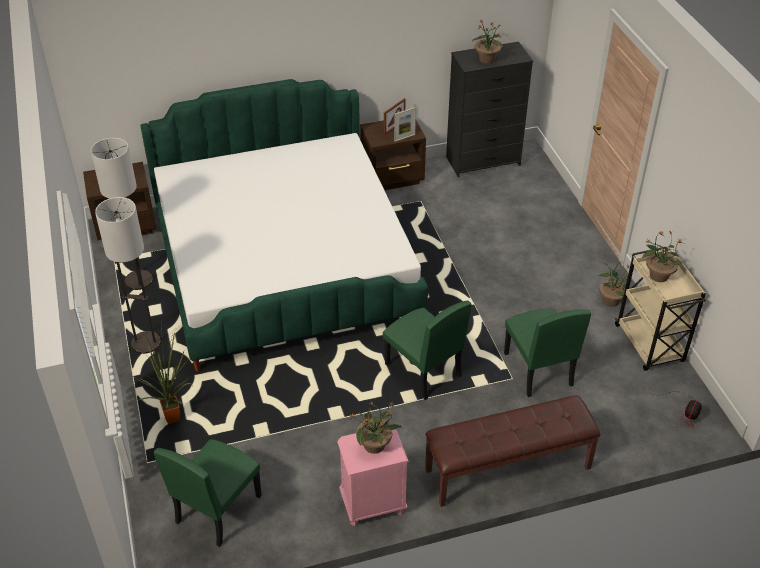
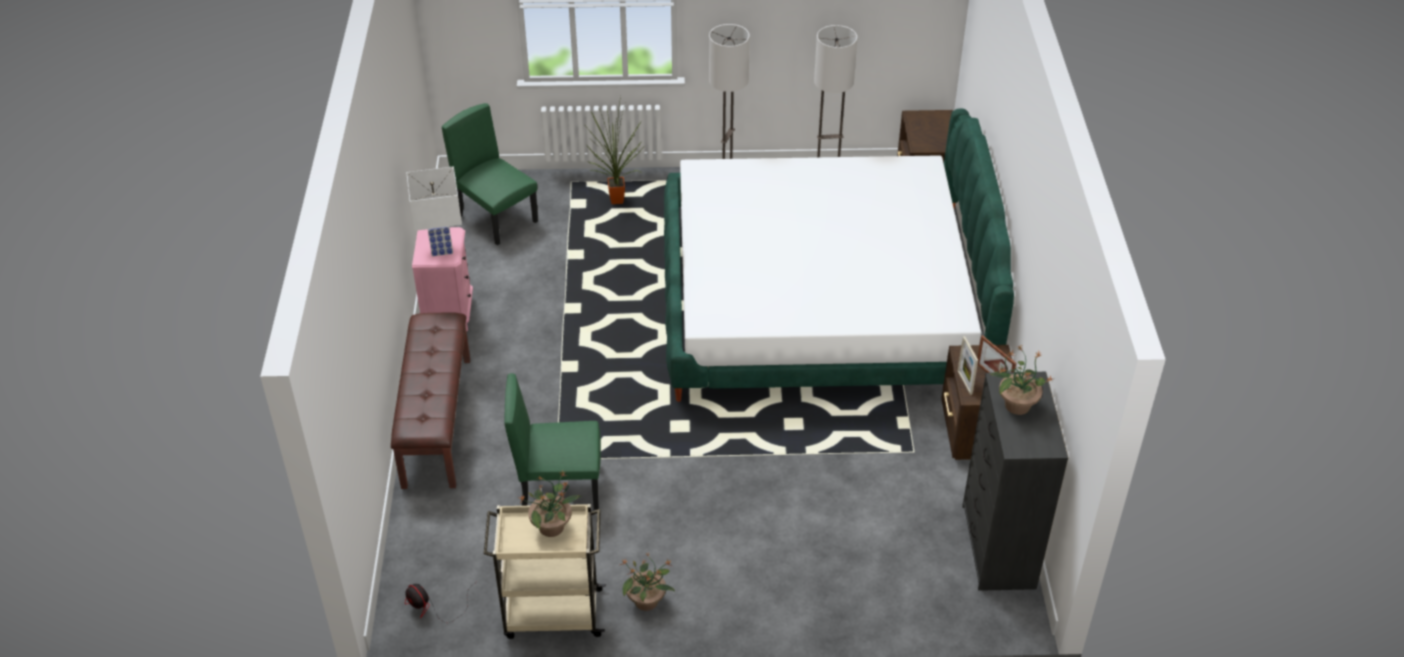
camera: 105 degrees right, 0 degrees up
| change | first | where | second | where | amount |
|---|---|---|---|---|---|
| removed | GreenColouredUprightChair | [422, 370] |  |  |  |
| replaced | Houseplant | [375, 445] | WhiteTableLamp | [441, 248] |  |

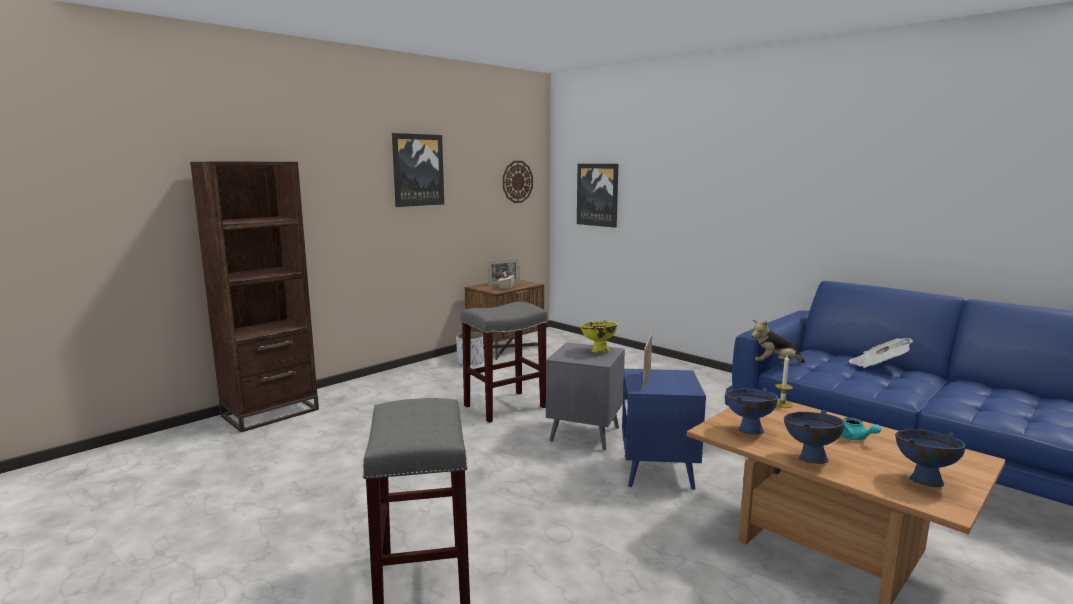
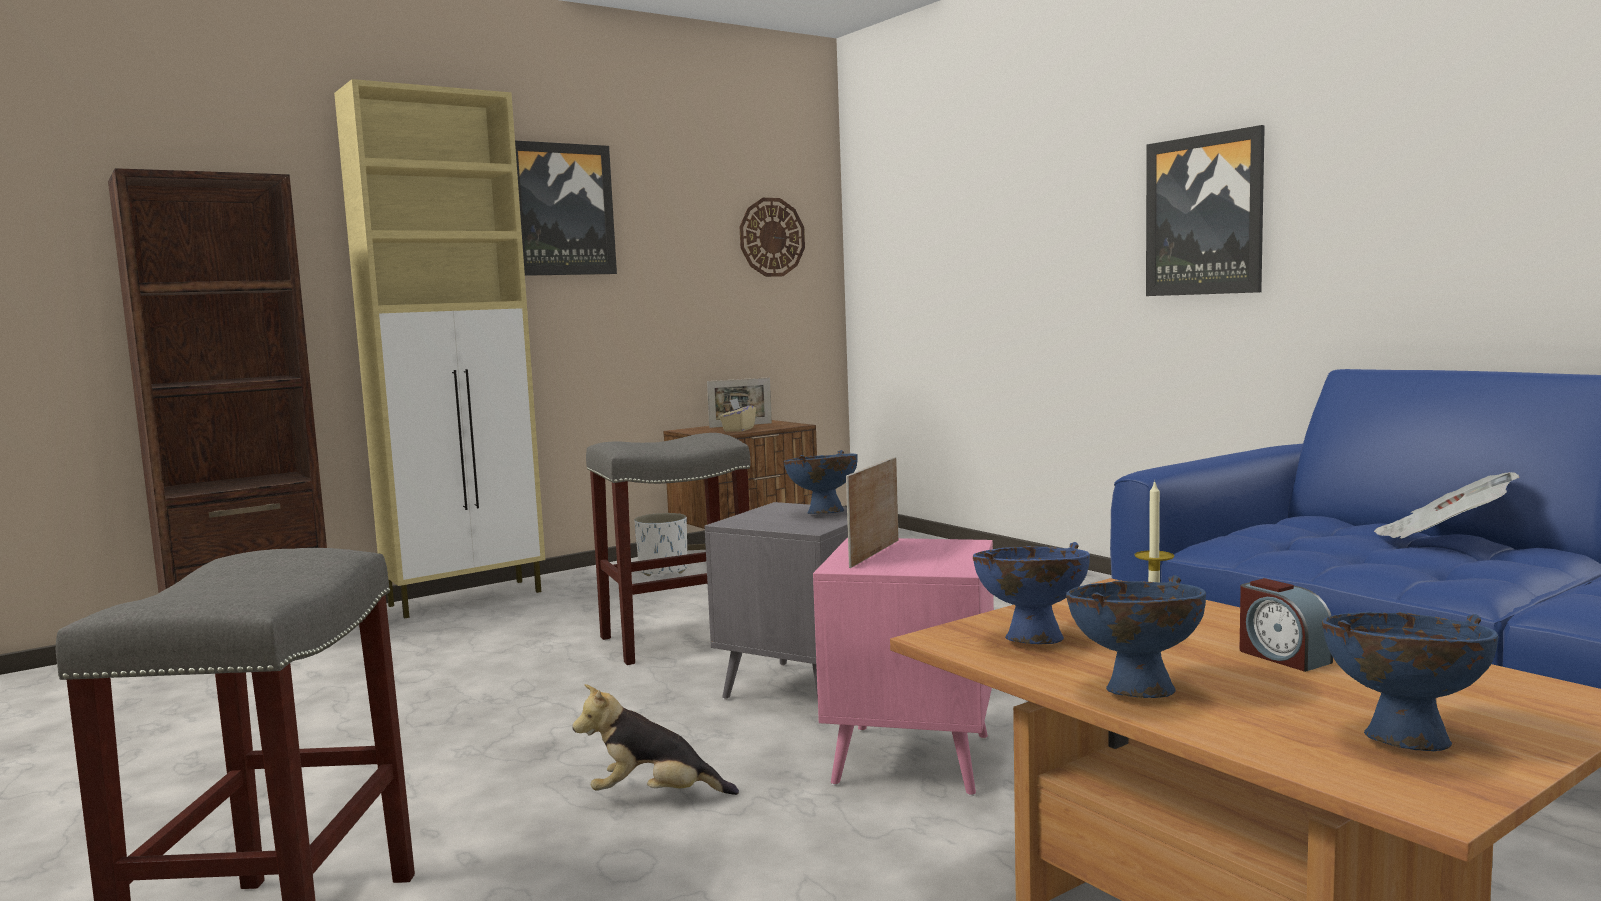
camera: 10 degrees right, 5 degrees down
| change | first | where | second | where | amount |
|---|---|---|---|---|---|
| added |  |  | BeigeCupboard | [468, 598] |  |
| moved | WallArt | [597, 195] |  | [1204, 215] |  |
| moved | SoftToy | [774, 364] |  | [654, 797] |  |
| replaced | BlueGreenPotForTea | [855, 438] | BedsideClock | [1282, 656] |  |
| recoloured | YellowColouredBowl | [598, 351] | BlueBowl | [822, 514] |  |
| recoloured | BlueAccentTable | [658, 472] | PinkAccentTable | [912, 760] |  |

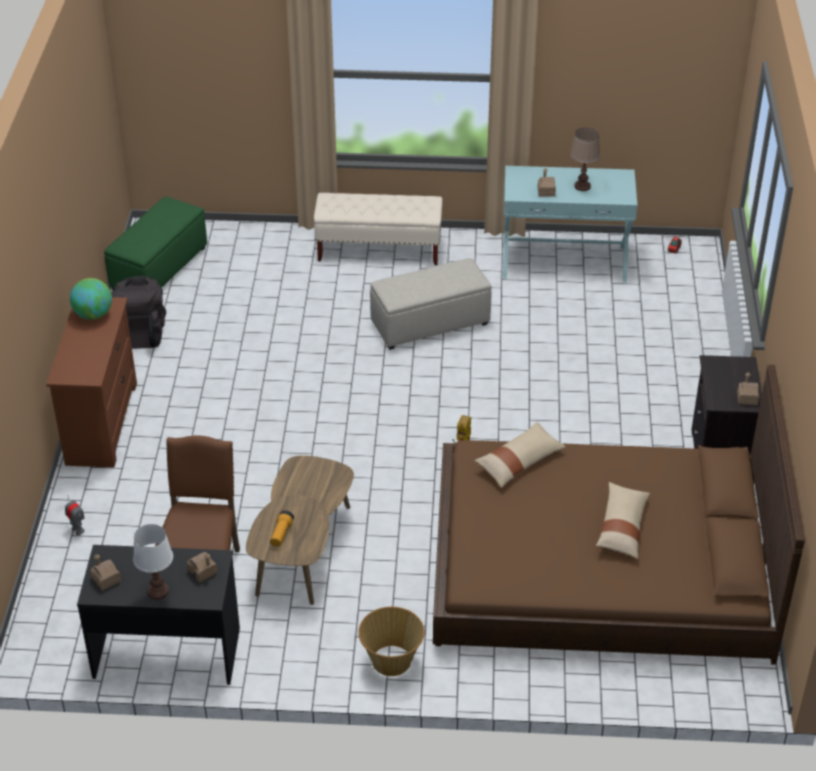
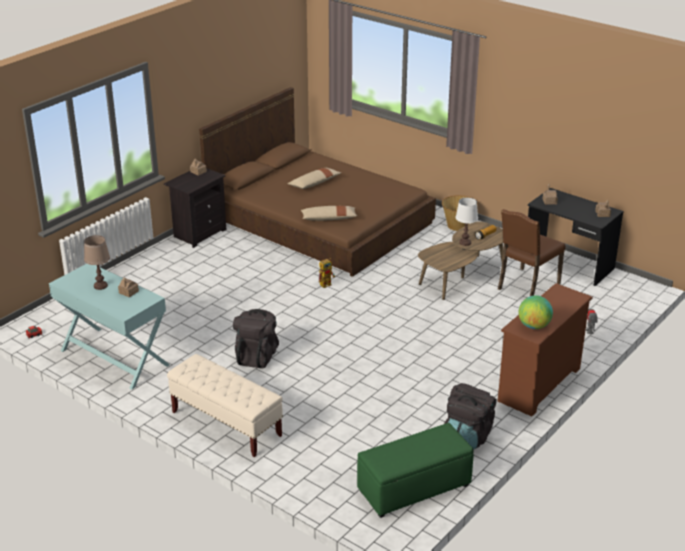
camera: 145 degrees left, 10 degrees down
| change | first | where | second | where | amount |
|---|---|---|---|---|---|
| moved | WhiteTableLamp | [157, 591] |  | [465, 242] |  |
| replaced | BeigePouffe | [431, 323] | BlackBackpack | [257, 356] |  |

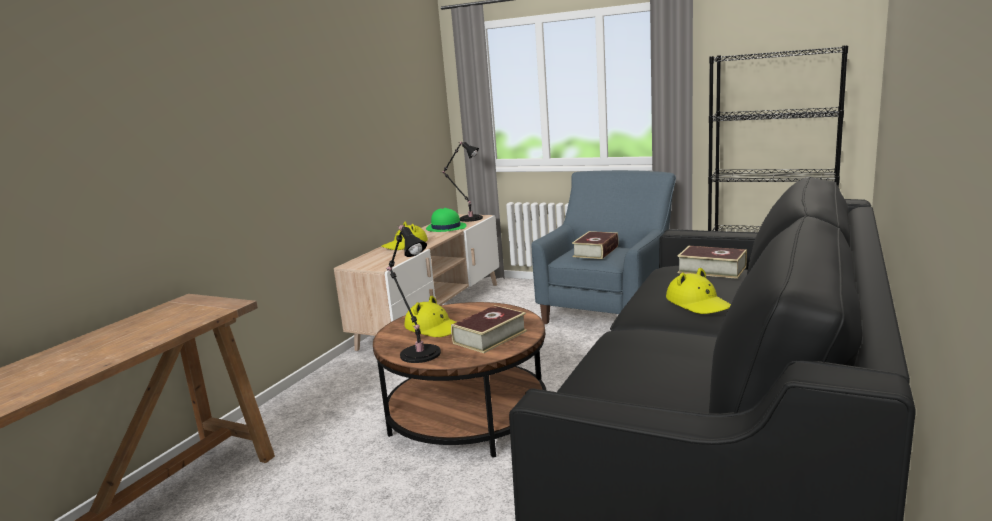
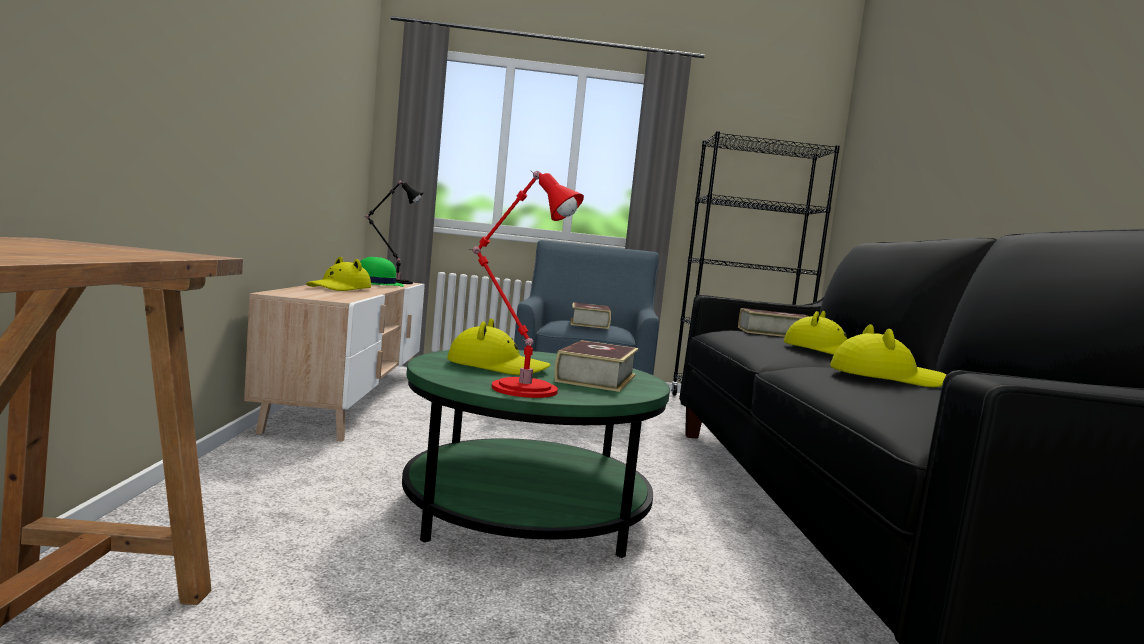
camera: 30 degrees left, 10 degrees down
| change | first | where | second | where | amount |
|---|---|---|---|---|---|
| added |  |  | YellowColouredHat | [886, 378] |  |
| recoloured | BrownLowTable | [467, 416] | GreenColouredLowTable | [526, 508] |  |
| recoloured | BlackTableLamp | [418, 353] | RedColouredTableLamp | [519, 388] |  |

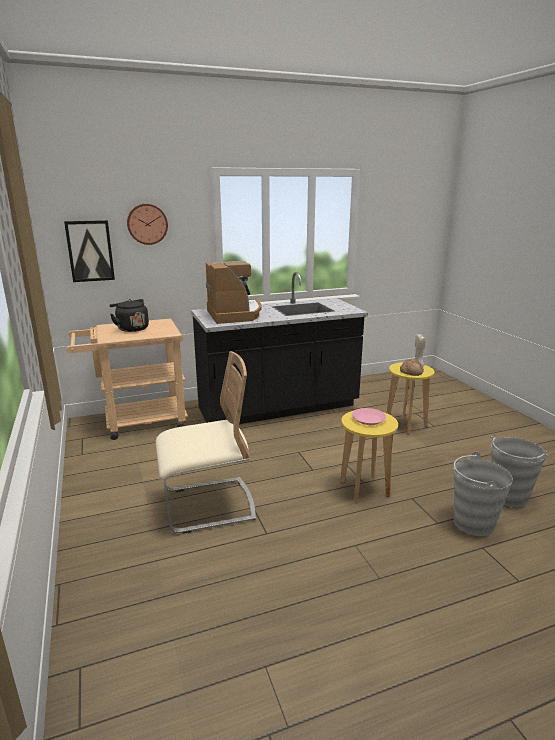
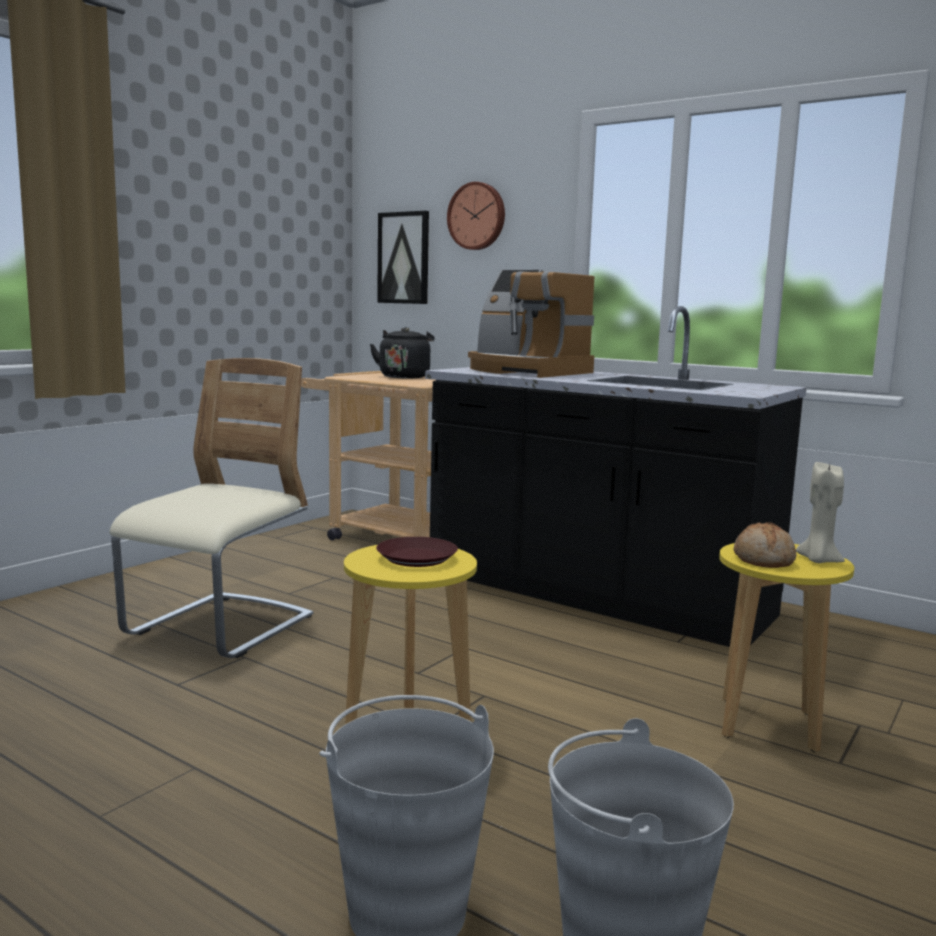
camera: 55 degrees right, 10 degrees down
| change | first | where | second | where | amount |
|---|---|---|---|---|---|
| recoloured | PinkPlate | [368, 419] | BrownPlate | [417, 558] |  |
| turned | BeigeUprightChair | [208, 505] |  | [220, 628] | 105 degrees counterclockwise |
| turned | CoffeeBrewer | [235, 314] |  | [526, 371] | 90 degrees clockwise |

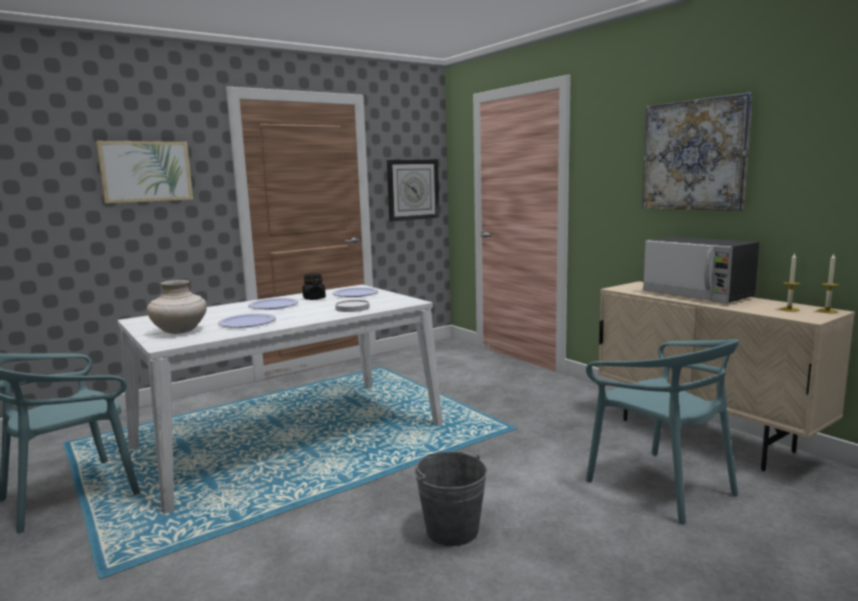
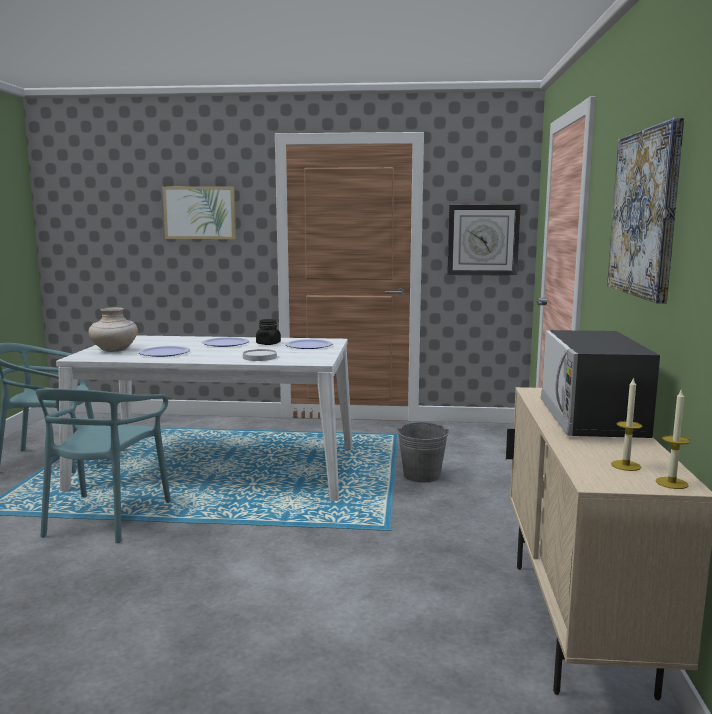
camera: 40 degrees right, 0 degrees up
| change | first | where | second | where | amount |
|---|---|---|---|---|---|
| moved | GreyWaterBucket | [452, 530] |  | [421, 475] |  |
| moved | BlueGreenUprightChair | [660, 485] |  | [105, 517] |  |

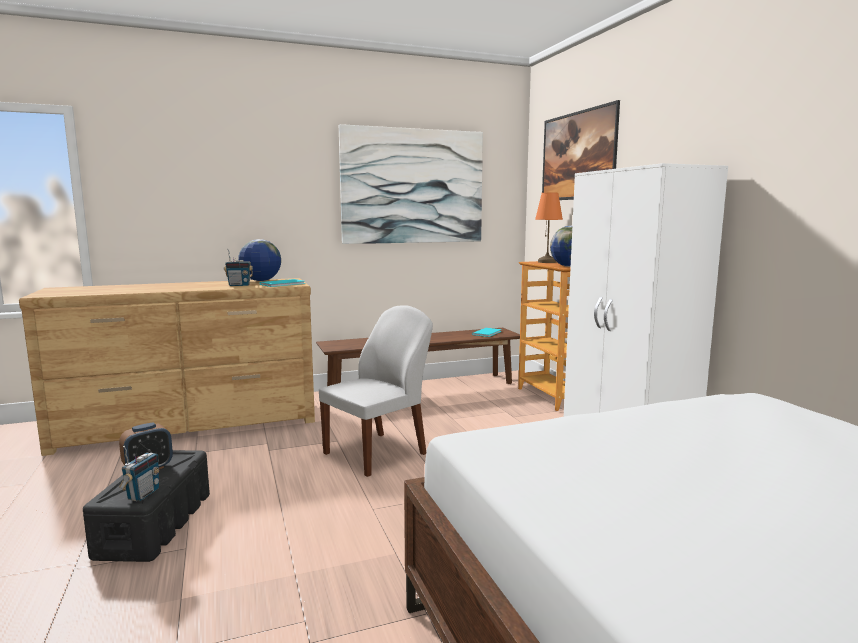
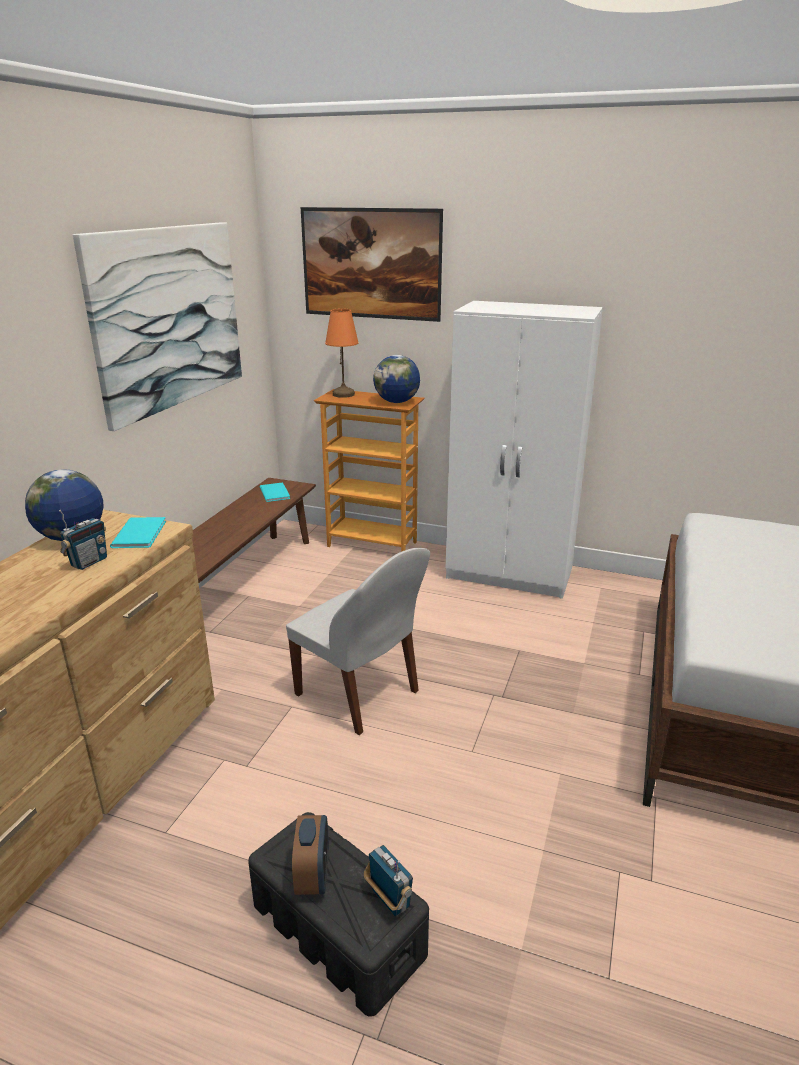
camera: 50 degrees left, 15 degrees up
| change | first | where | second | where | amount |
|---|---|---|---|---|---|
| turned | WhiteUprightChair | [377, 453] |  | [359, 695] | 135 degrees clockwise |

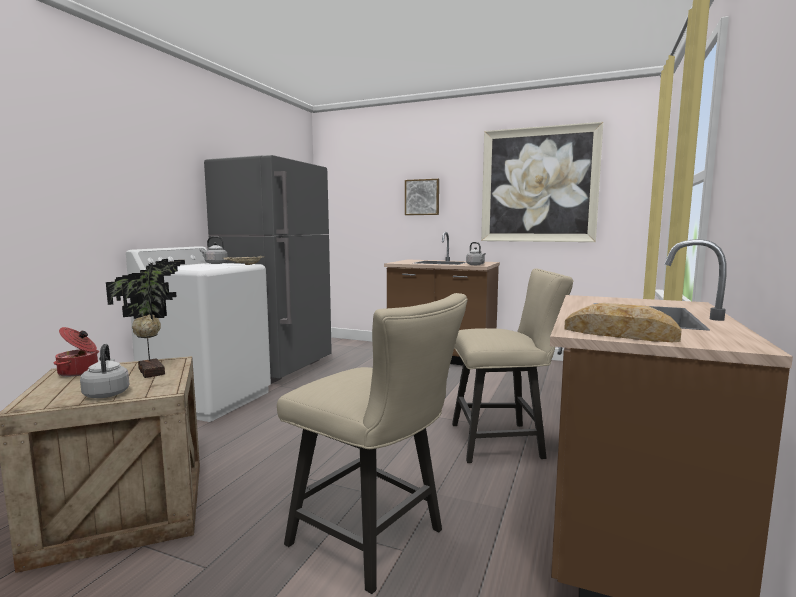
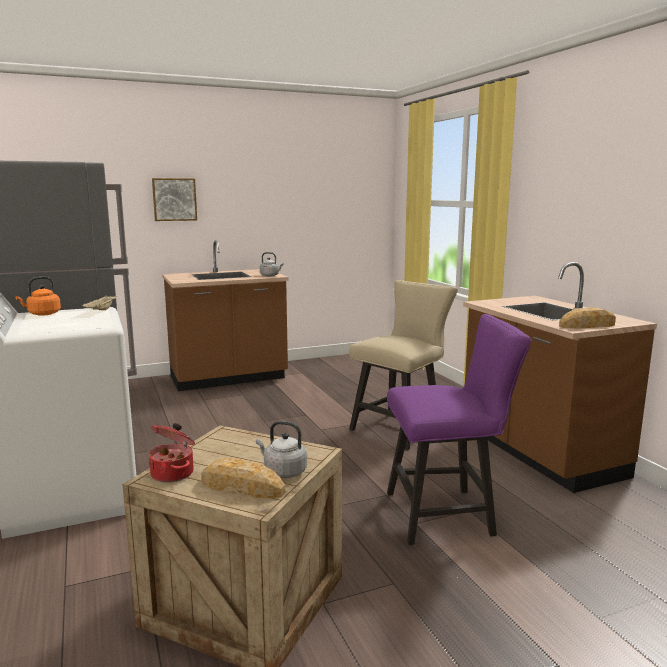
camera: 45 degrees left, 5 degrees up
| change | first | where | second | where | amount |
|---|---|---|---|---|---|
| removed | Houseplant | [154, 371] |  |  |  |
| removed | WallArt | [538, 185] |  |  |  |
| added |  |  | BakeryBread | [242, 487] |  |
| recoloured | GreyWaterKettle | [215, 263] | OrangeWaterKettle | [42, 314] |  |
| recoloured | BeigeUprightChair | [375, 540] | PurpleColouredUprightChair | [447, 514] |  |

